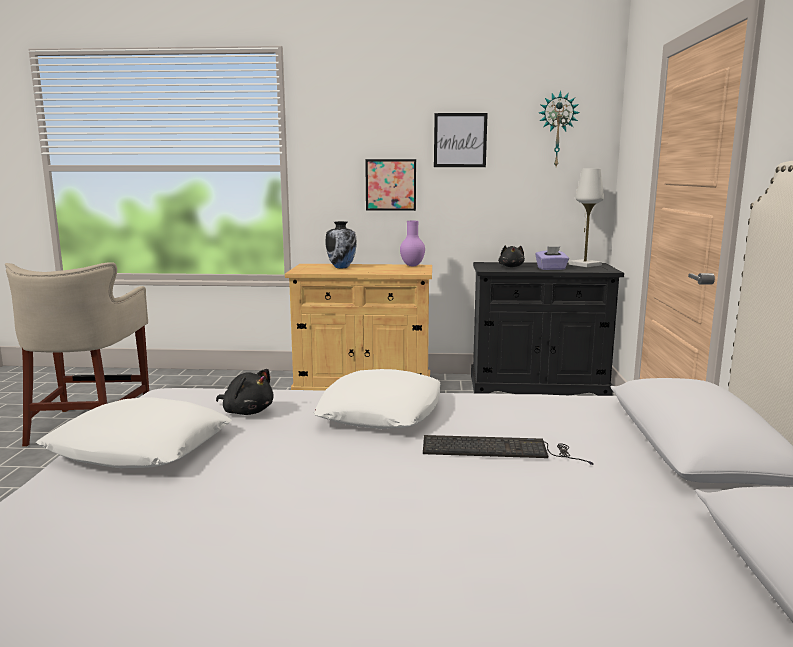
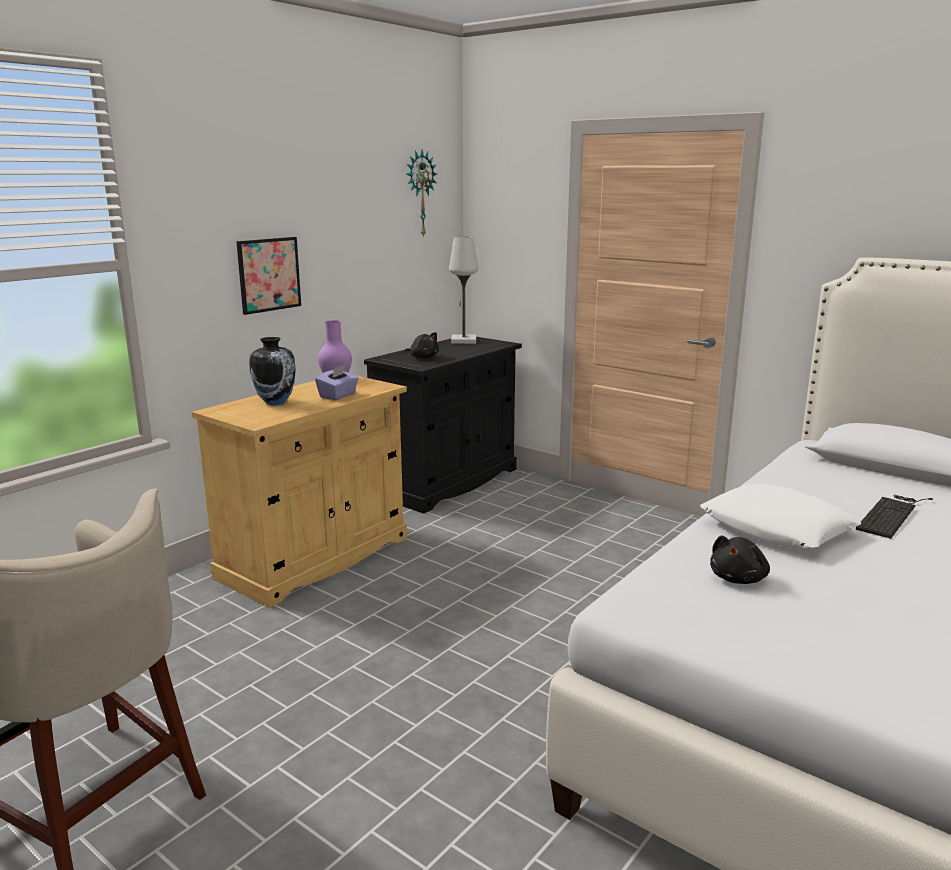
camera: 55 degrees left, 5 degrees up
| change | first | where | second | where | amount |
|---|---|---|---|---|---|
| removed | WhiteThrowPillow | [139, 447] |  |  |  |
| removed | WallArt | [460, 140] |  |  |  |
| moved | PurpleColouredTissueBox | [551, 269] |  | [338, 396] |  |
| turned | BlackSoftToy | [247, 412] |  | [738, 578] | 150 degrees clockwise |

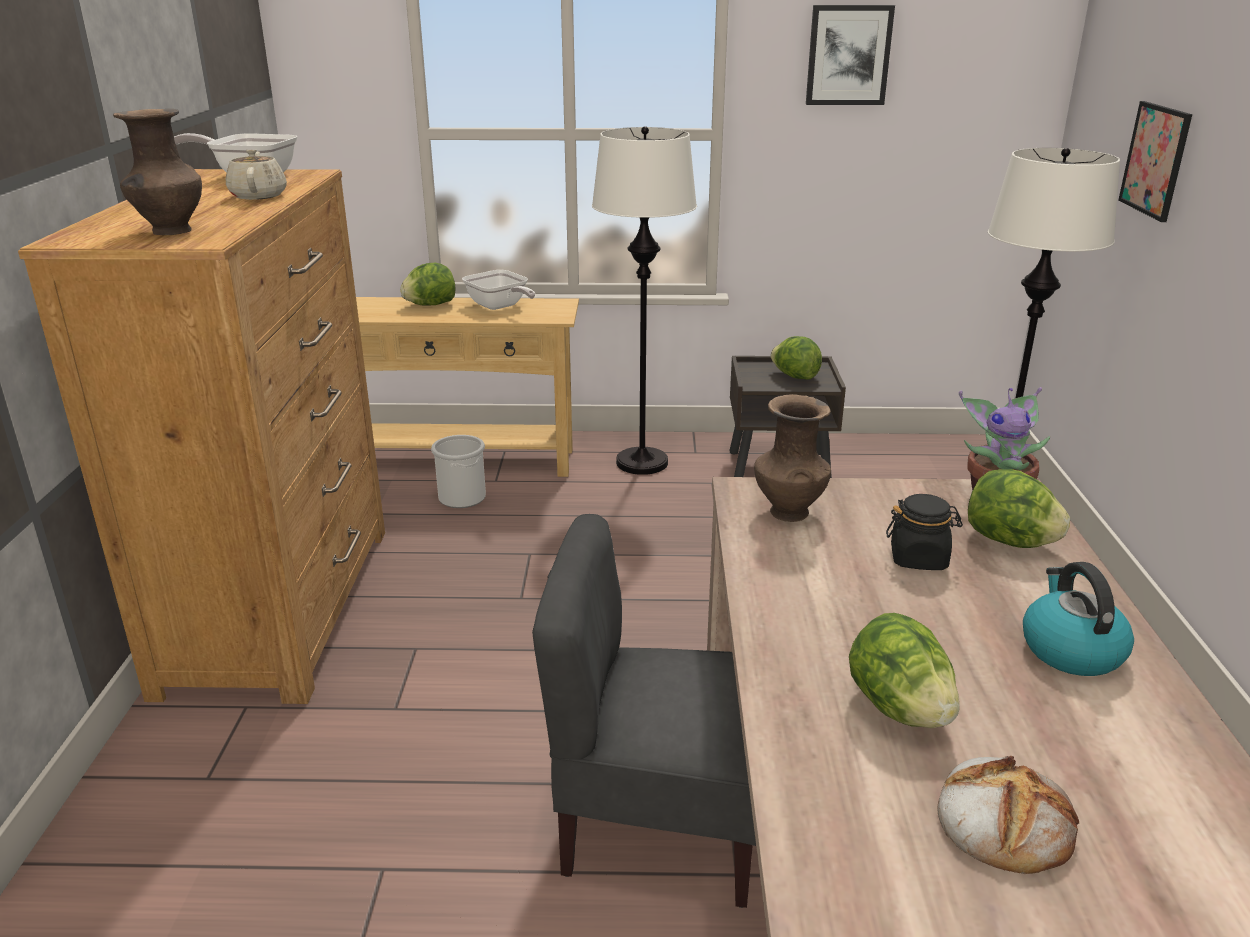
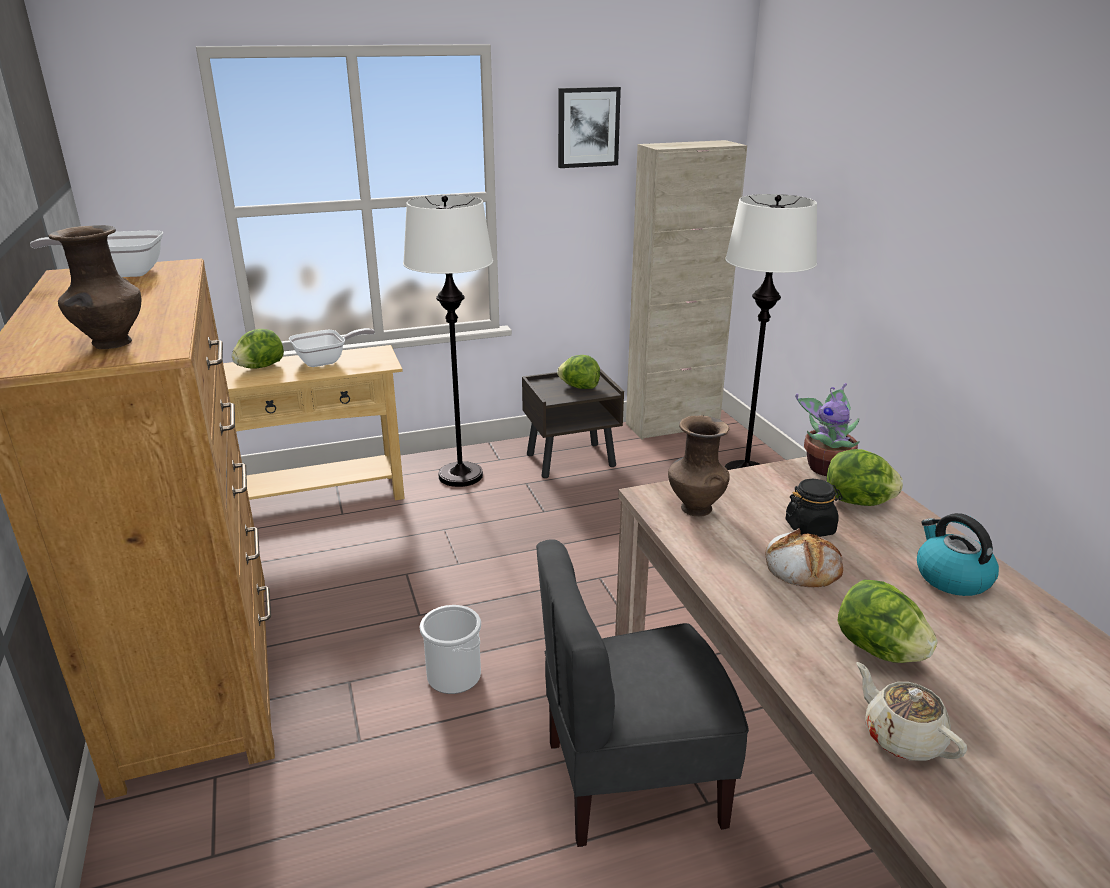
camera: 20 degrees left, 0 degrees up
| change | first | where | second | where | amount |
|---|---|---|---|---|---|
| removed | WallArt | [1155, 160] |  |  |  |
| added |  |  | BeigeCupboard | [672, 425] |  |
| moved | BeigePotForTea | [258, 196] |  | [901, 737] |  |
| moved | WaterBucket | [462, 498] |  | [454, 676] |  |
| moved | BakeryBread | [1003, 820] |  | [801, 565] |  |
| turned | Skillet | [499, 307] |  | [326, 361] | 60 degrees counterclockwise |

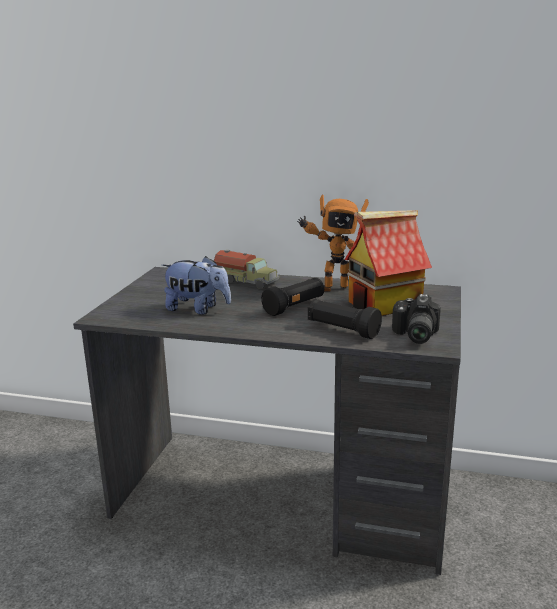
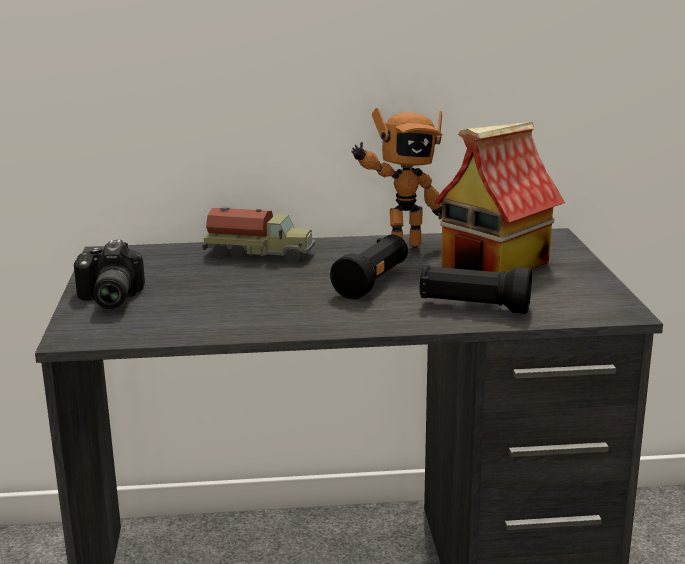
camera: 20 degrees left, 0 degrees up
| change | first | where | second | where | amount |
|---|---|---|---|---|---|
| removed | SoftToy | [198, 309] |  |  |  |
| moved | PhotoCamera | [413, 335] |  | [107, 299] |  |

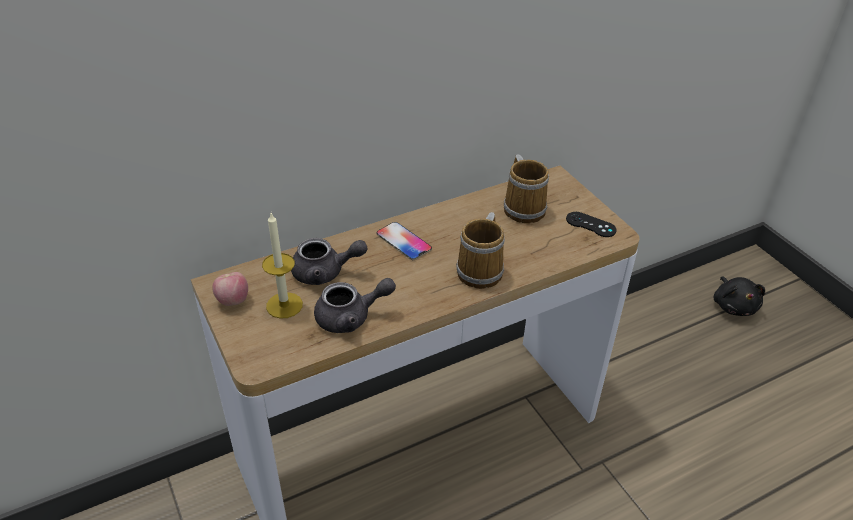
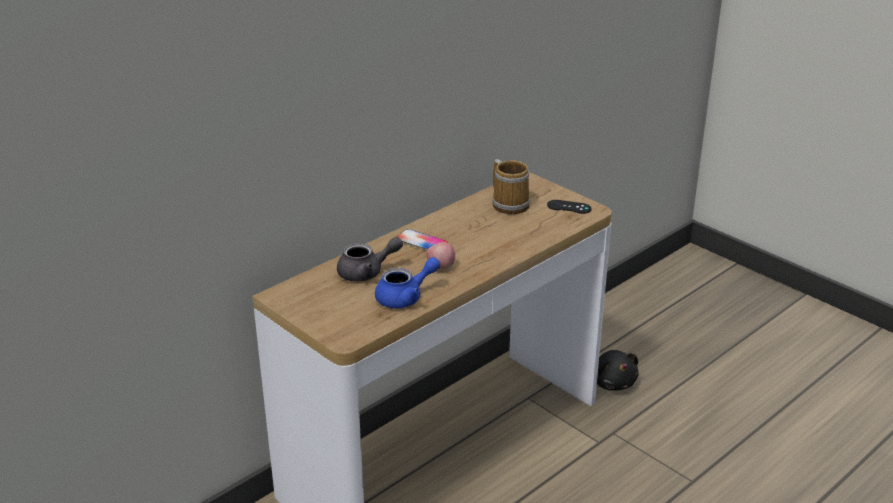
camera: 15 degrees left, 10 degrees down
| change | first | where | second | where | amount |
|---|---|---|---|---|---|
| removed | WaxLight | [284, 305] |  |  |  |
| removed | CoffeeMug | [482, 270] |  |  |  |
| moved | WholeApple | [233, 300] |  | [440, 267] |  |
| moved | BlackSoftToy | [734, 306] |  | [611, 382] |  |
| recoloured | GreyPotForTea | [351, 317] | BluePotForTea | [405, 297] |  |

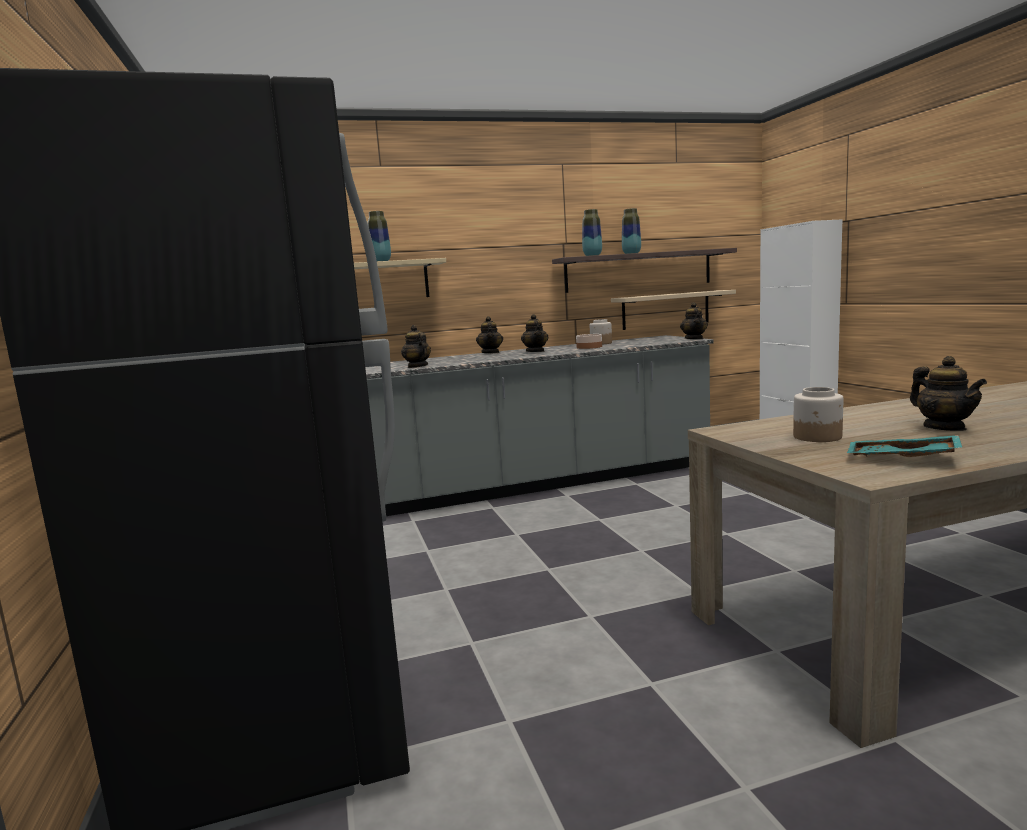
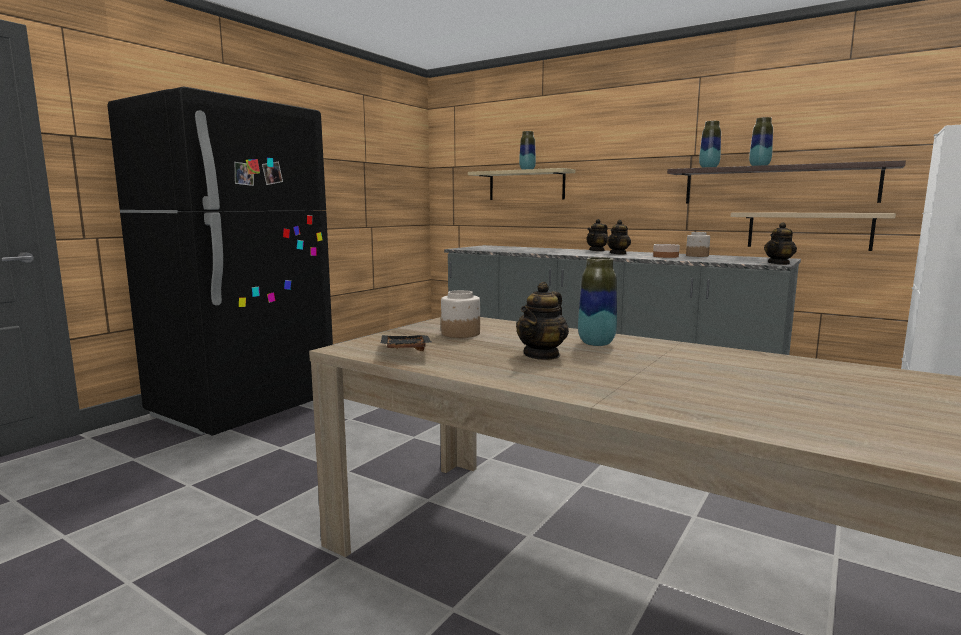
camera: 50 degrees right, 0 degrees up
| change | first | where | second | where | amount |
|---|---|---|---|---|---|
| removed | PotForTea | [417, 366] |  |  |  |
| added |  |  | FlowerVase | [596, 343] |  |
| recoloured | BlueGreenTray | [901, 459] | BlackTray | [404, 351] |  |

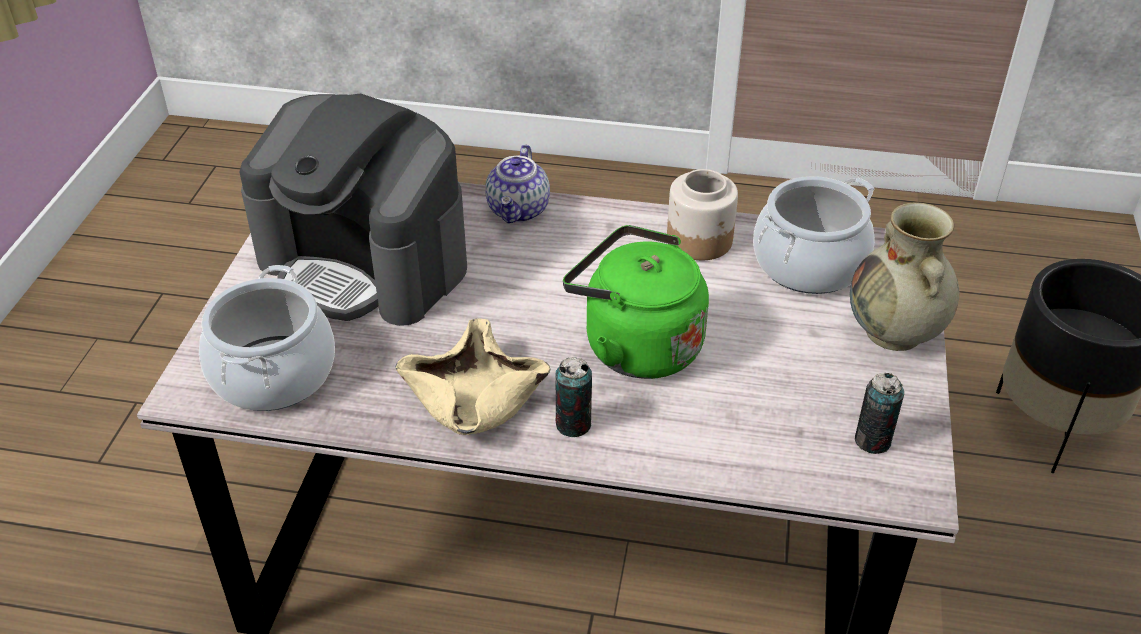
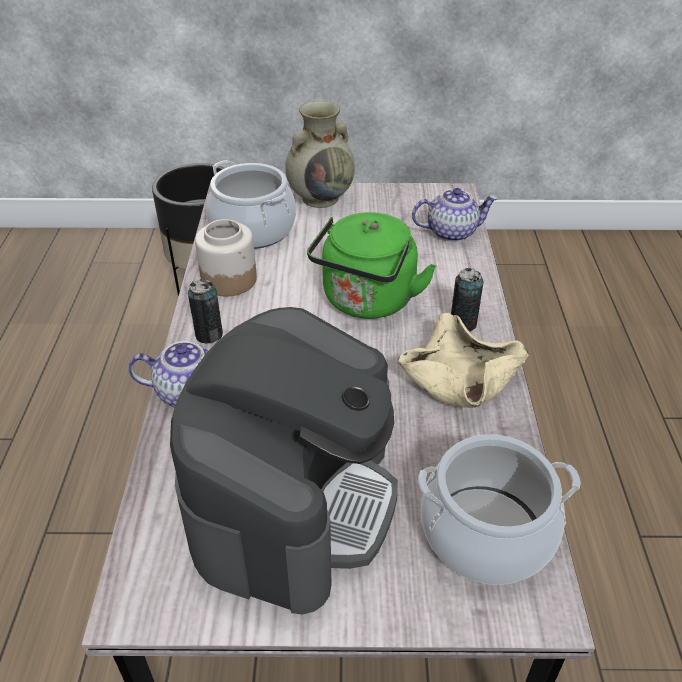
camera: 100 degrees left, 0 degrees up
| change | first | where | second | where | amount |
|---|---|---|---|---|---|
| added |  |  | PotForTea | [452, 232] |  |
| moved | MetalCan | [872, 441] |  | [209, 335] |  |

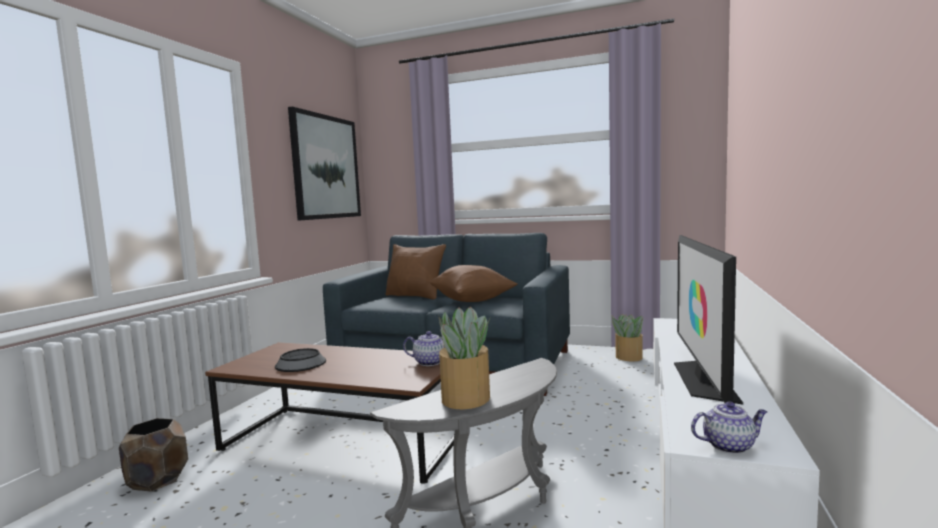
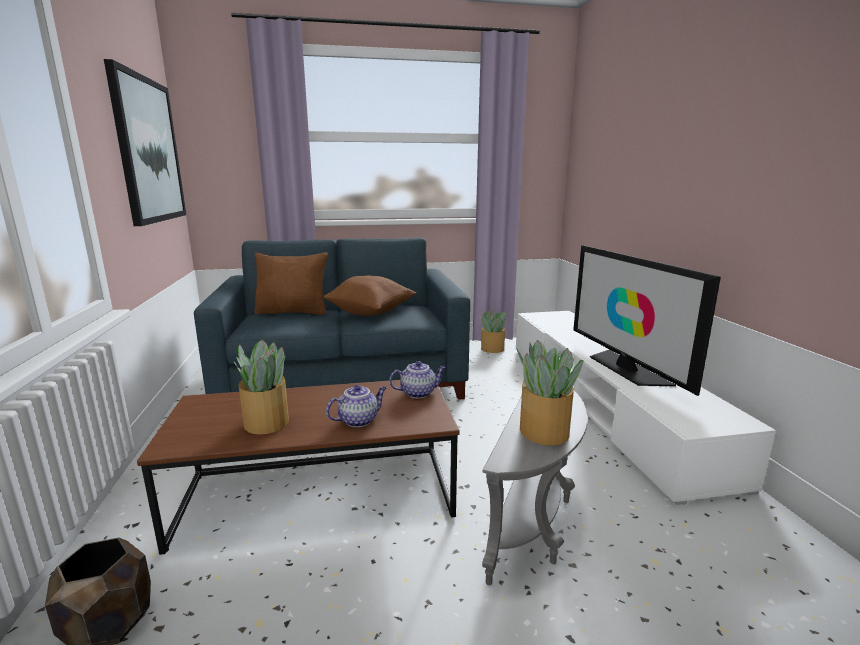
camera: 30 degrees left, 10 degrees up
| change | first | where | second | where | amount |
|---|---|---|---|---|---|
| moved | PotForTea | [729, 445] |  | [359, 420] |  |
| replaced | Bowl | [300, 363] | Houseplant | [267, 421] |  |

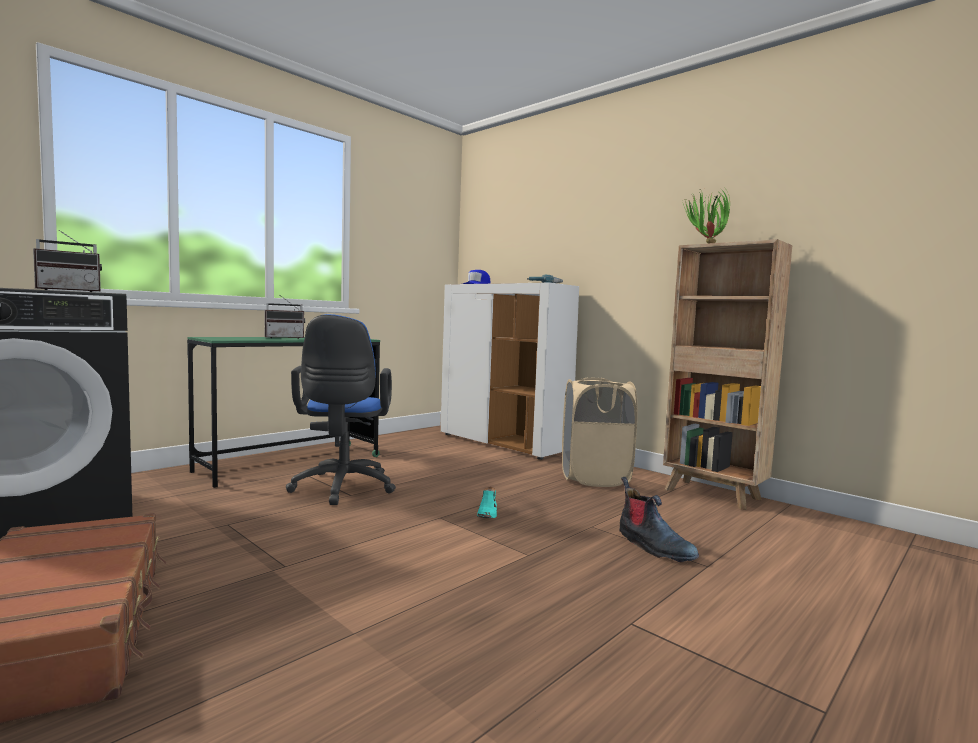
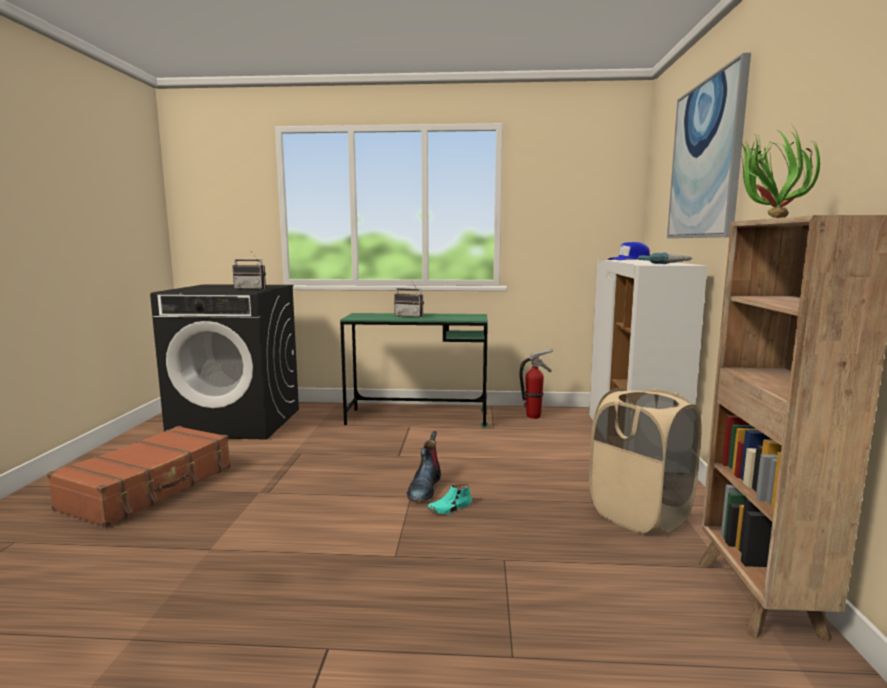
camera: 50 degrees right, 5 degrees up
| change | first | where | second | where | amount |
|---|---|---|---|---|---|
| removed | BlueOfficeChair | [342, 489] |  |  |  |
| added |  |  | Extinguisher | [534, 416] |  |
| added |  |  | WallArt | [705, 160] |  |
| moved | TallBoot | [653, 547] |  | [424, 487] |  |

